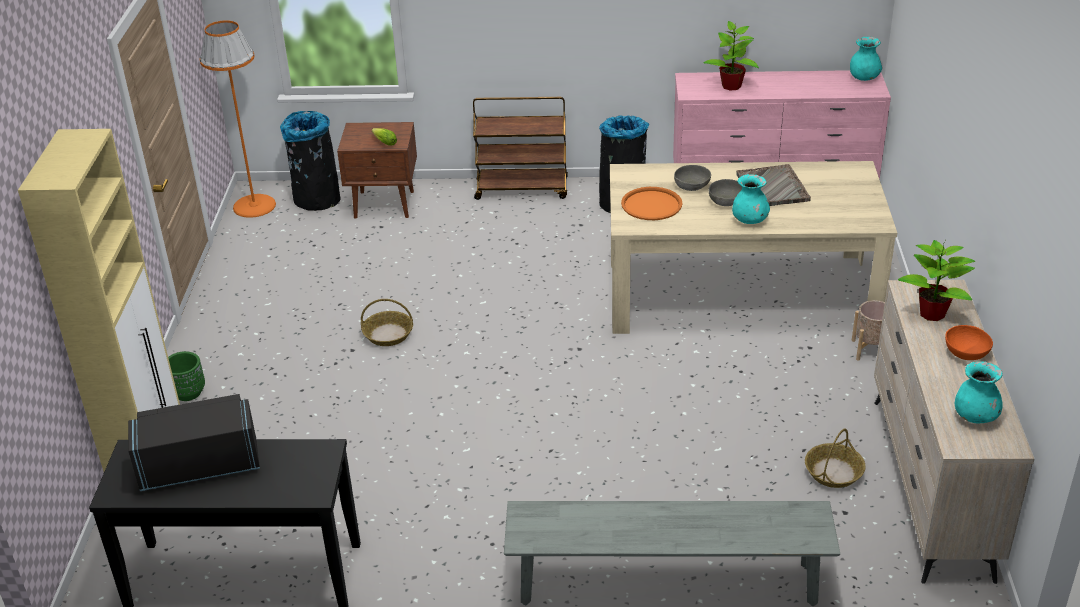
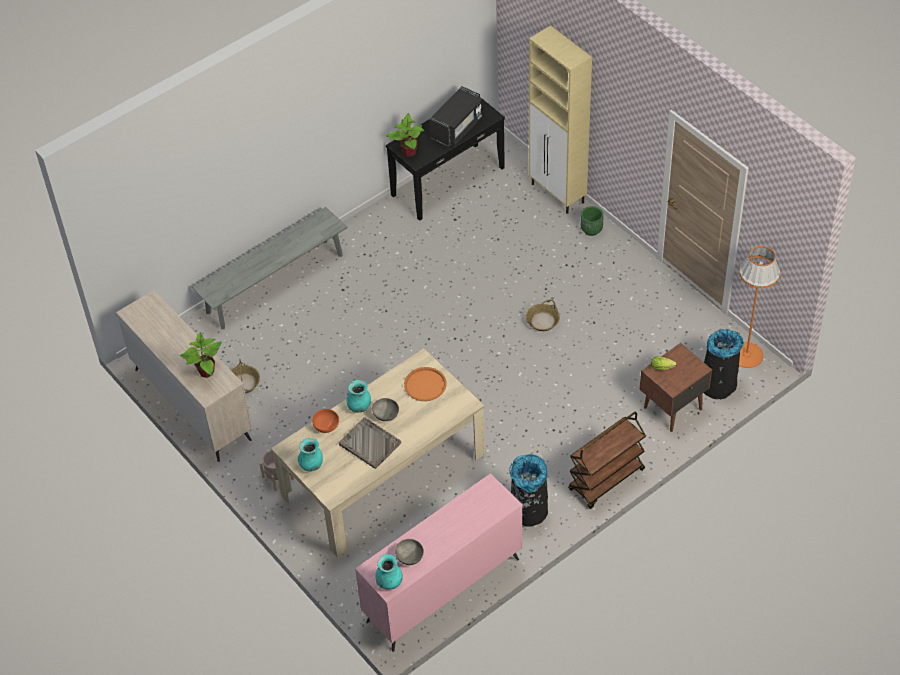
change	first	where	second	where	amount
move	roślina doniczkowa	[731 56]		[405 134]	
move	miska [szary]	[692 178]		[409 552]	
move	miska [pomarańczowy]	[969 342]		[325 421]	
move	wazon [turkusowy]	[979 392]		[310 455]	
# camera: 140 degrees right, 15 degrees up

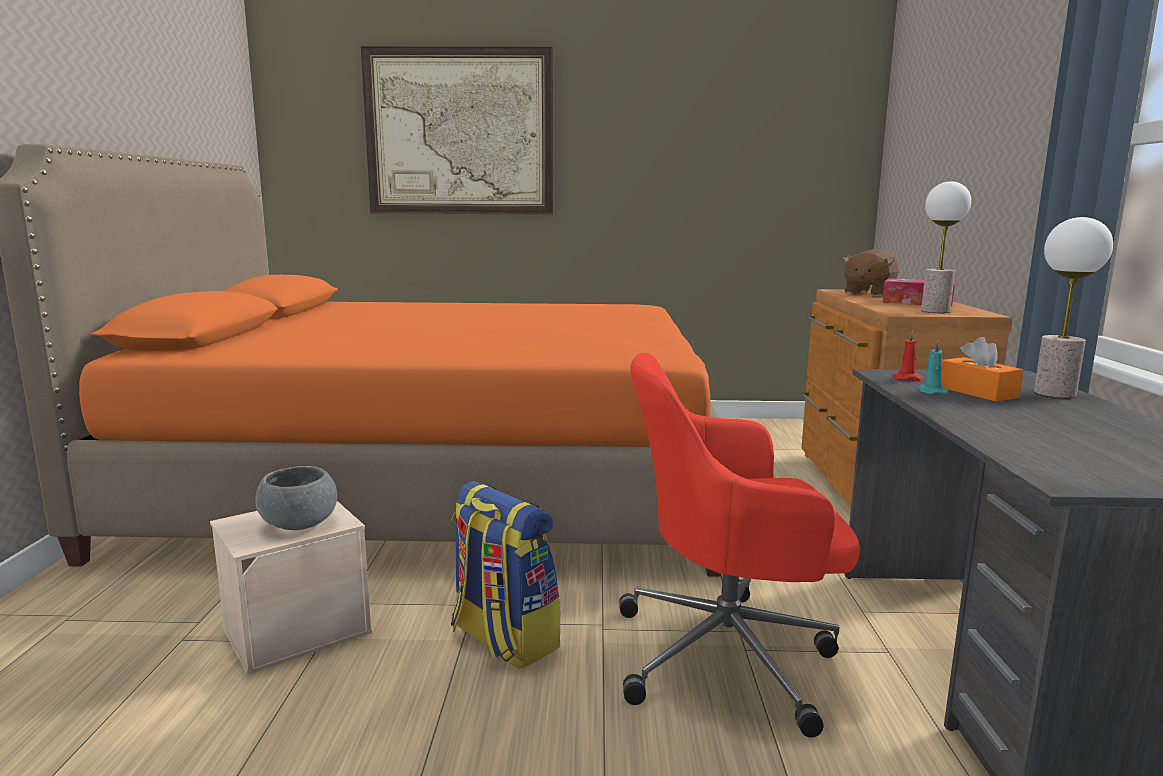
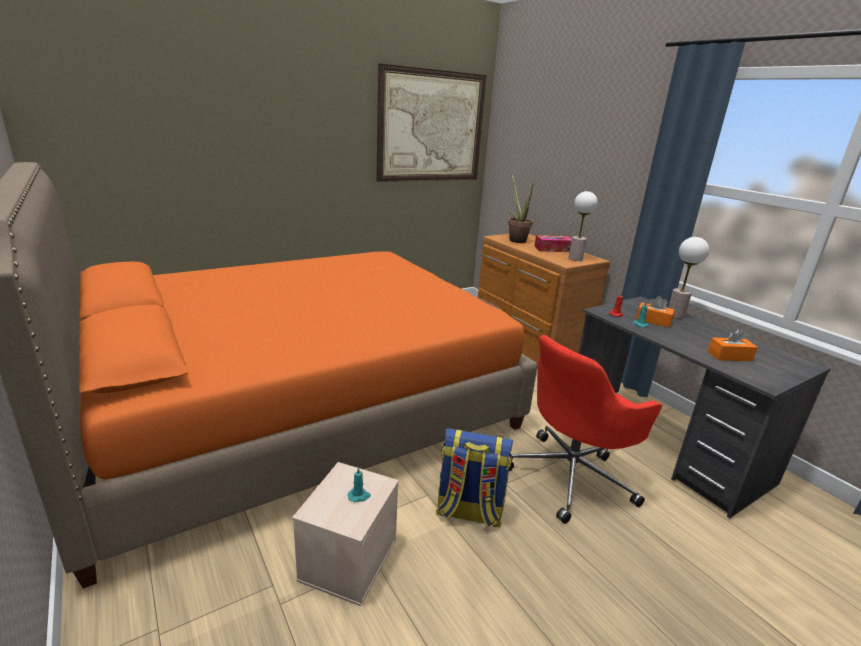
change	first	where	second	where	amount
move	obraz	[457 130]		[431 122]	
replace	pluszak [brązowy]	[870 272]	roślina doniczkowa	[520 208]	
replace	miska [szary]	[296 498]	świeca [turkusowy]	[359 484]	
insert			pudełko chusteczek [pomarańczowy]	[733 345]	
# camera: 35 degrees left, 10 degrees up

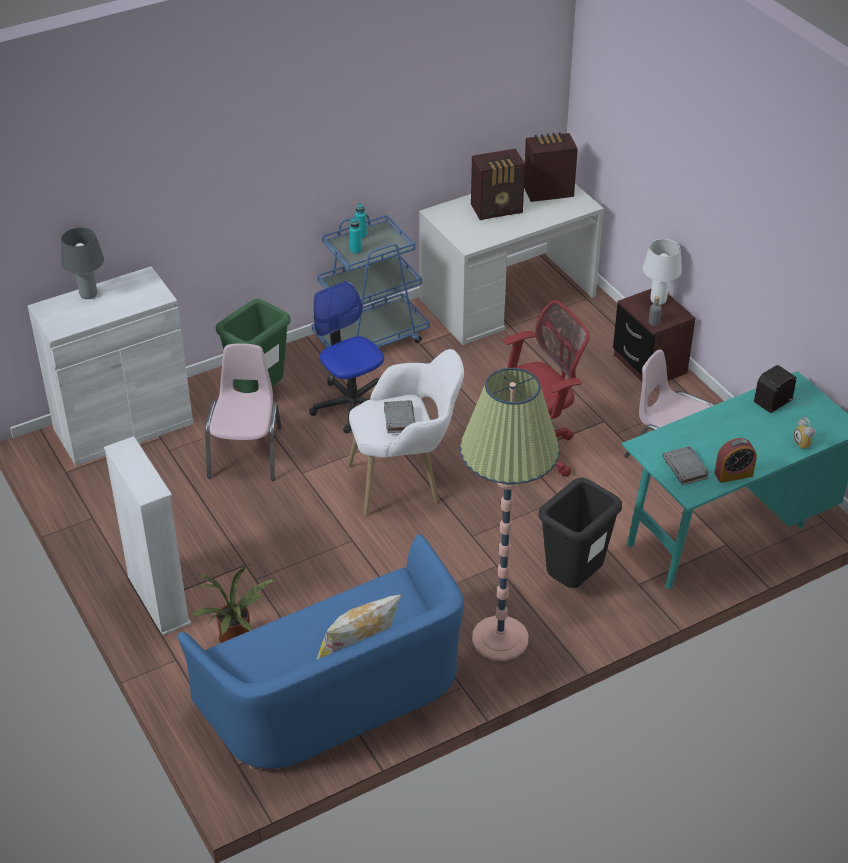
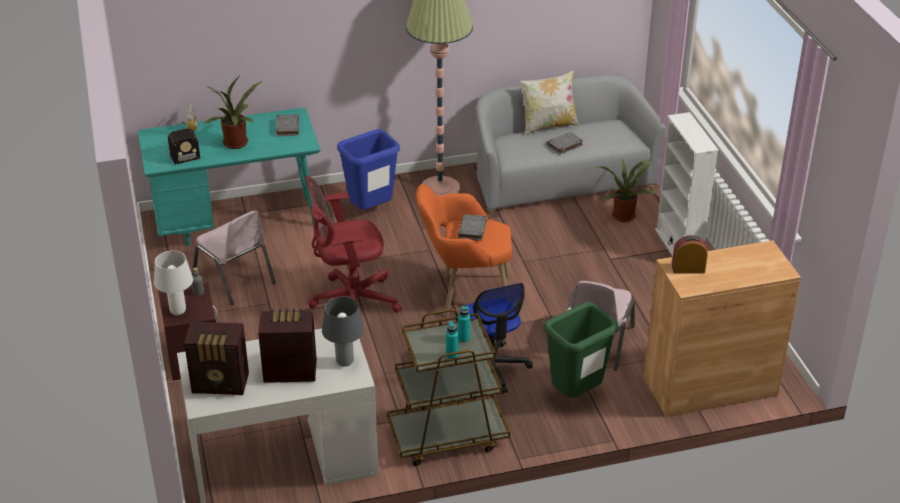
change	first	where	second	where	amount
recolor	wózek [niebieski]	[370 280]	wózek [brązowy]	[448 387]	
move	lampa stołowa [szary]	[82 263]		[343 331]	
recolor	szafka [biały]	[110 366]	szafka [brązowy]	[722 328]	
recolor	fotel [biały]	[405 432]	fotel [pomarańczowy]	[464 250]	
move	budzik	[735 460]		[690 254]	
recolor	kosz na śmieci [czarny]	[580 533]	kosz na śmieci [niebieski]	[368 169]	
recolor	kanapa [niebieski]	[320 652]	kanapa [szary]	[571 143]	
insert			roślina doniczkowa	[233 113]	
insert			książka [szary]	[564 143]	
# camera: 165 degrees left, 5 degrees down

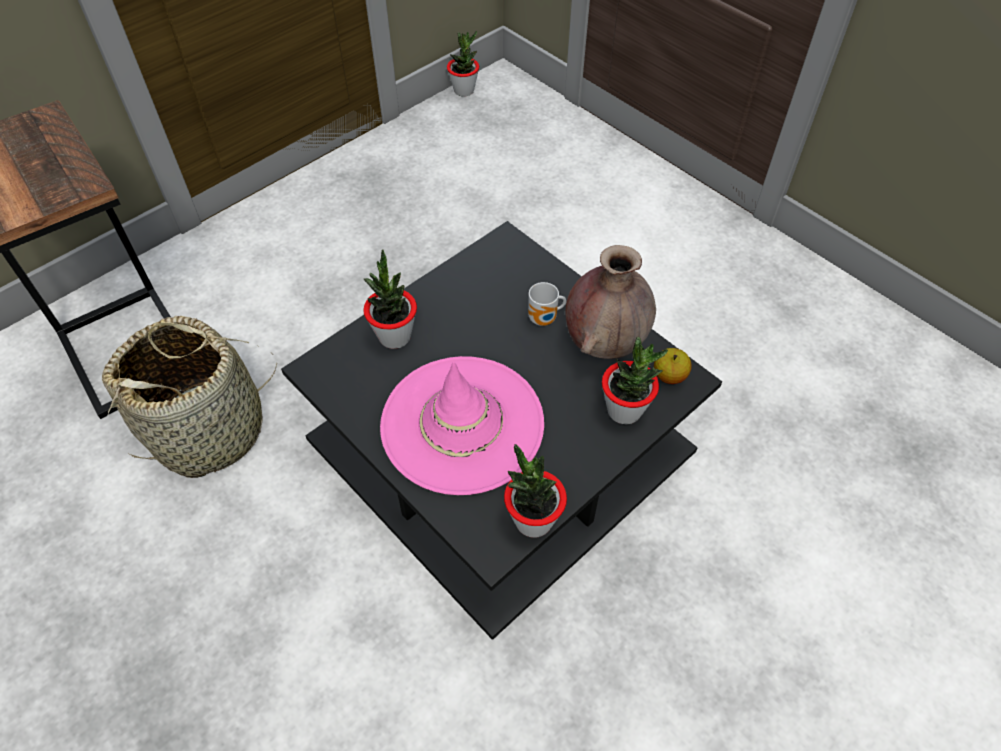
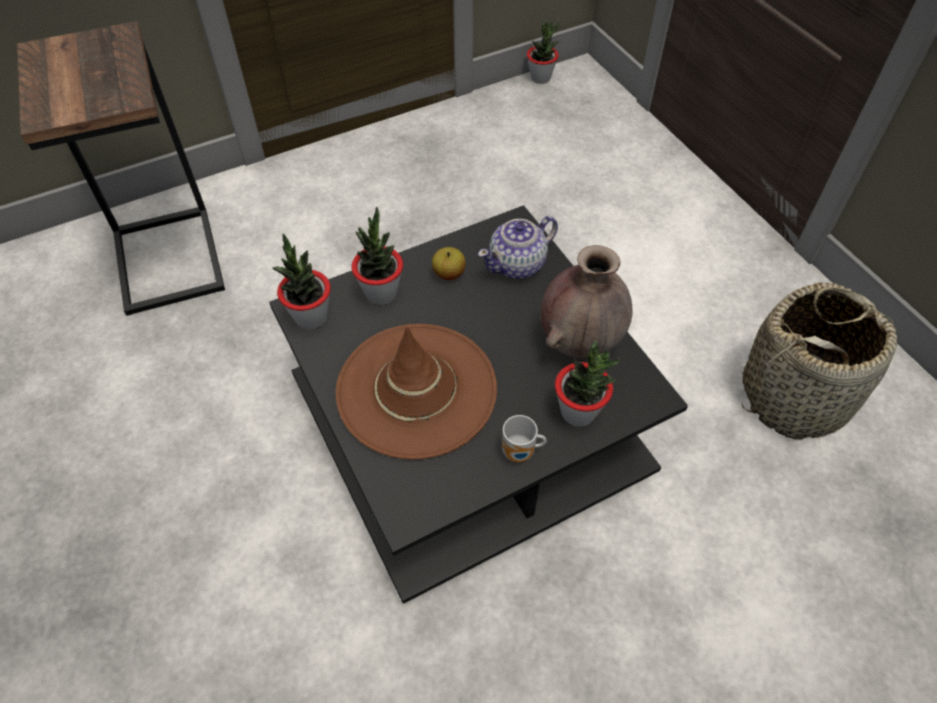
change	first	where	second	where	amount
move	kubek	[547 304]		[524 438]	
move	koszyk	[189 397]		[819 361]	
move	jabłko	[672 366]		[449 263]	
recolor	kapelusz [różowy]	[462 425]	kapelusz [brązowy]	[416 392]	
move	roślina doniczkowa	[535 491]		[302 281]	
insert			imbryk	[518 247]	
# camera: 15 degrees right, 0 degrees up

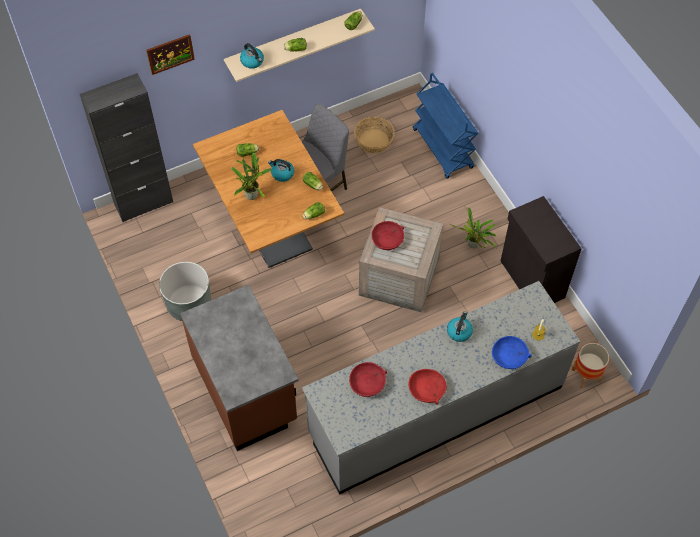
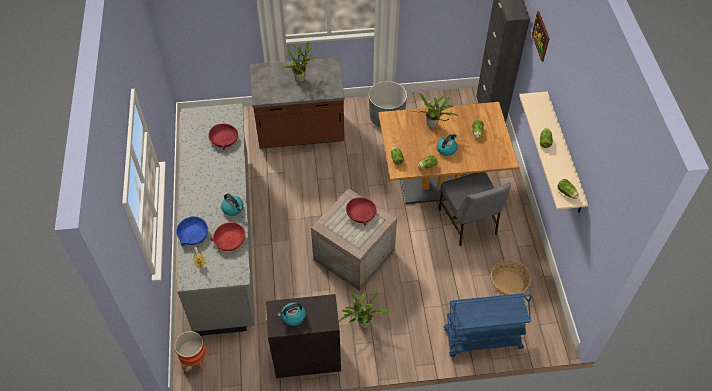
change	first	where	second	where	amount
move	czajnik	[252 56]		[292 314]	
move	miska [czerwony]	[427 387]		[227 236]	
insert			roślina doniczkowa	[299 62]	
# camera: 110 degrees right, 5 degrees down

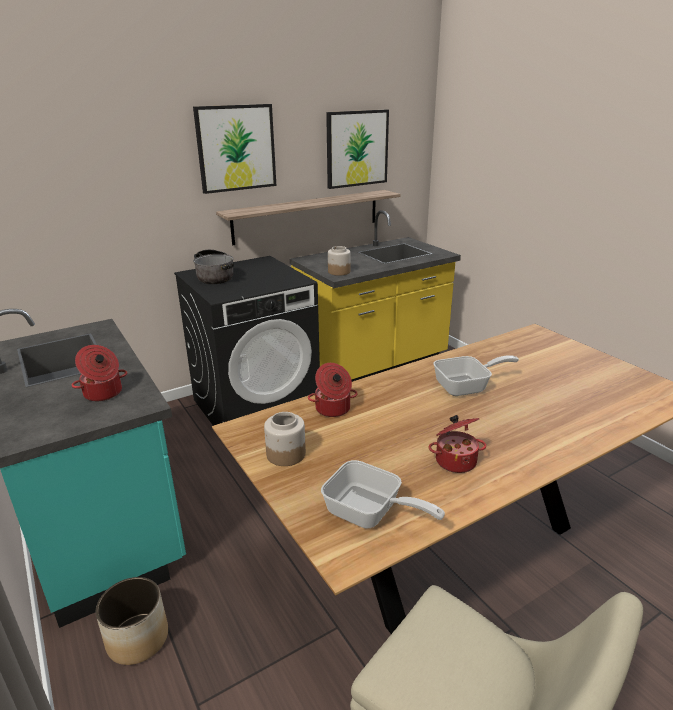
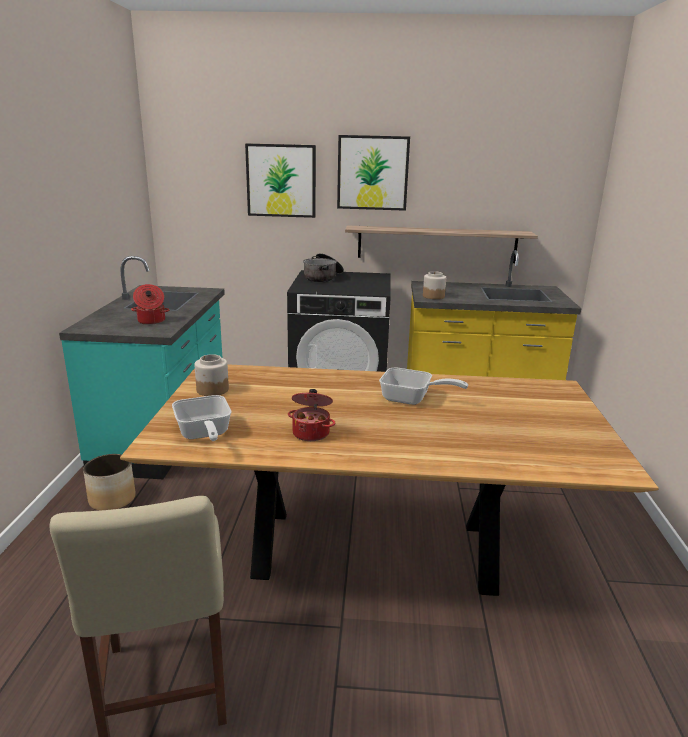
change	first	where	second	where	amount
move	obraz	[357 149]		[280 180]	
delete	garnek	[333 390]			
# camera: 35 degrees right, 5 degrees down

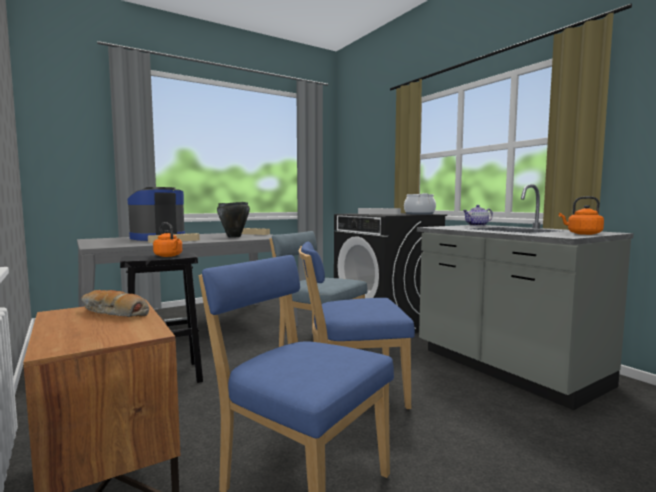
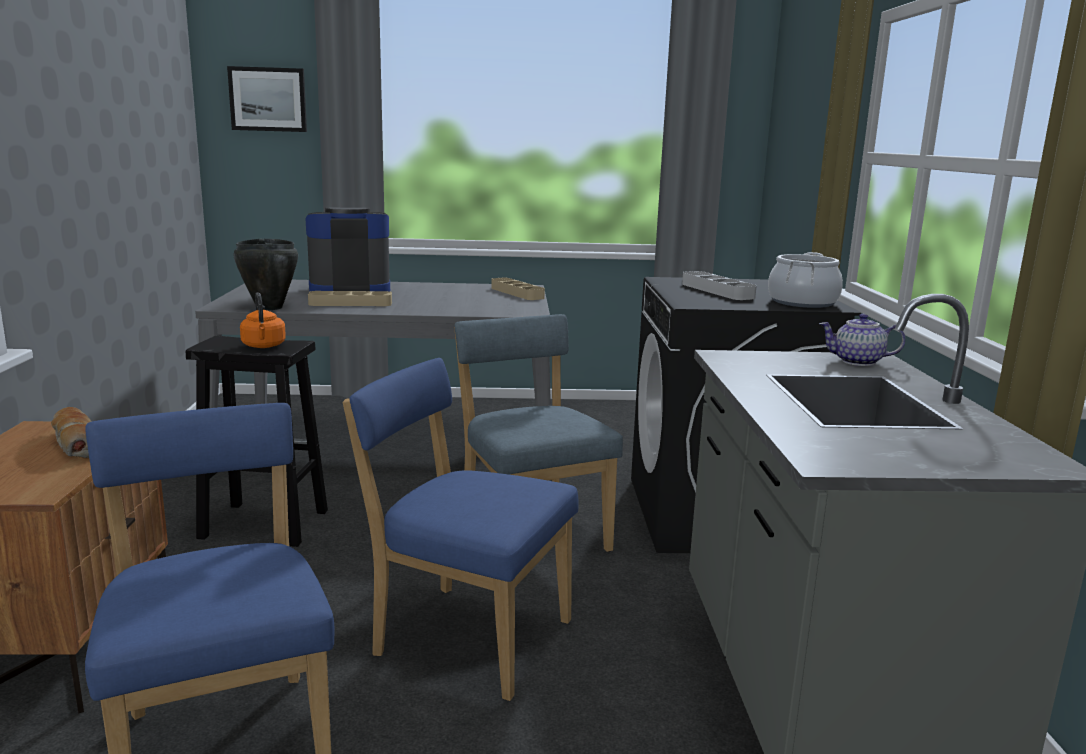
change	first	where	second	where	amount
delete	czajnik [pomarańczowy]	[581 215]			
move	garnek [czarny]	[233 219]		[266 274]	
insert			obraz	[267 99]	
# camera: 30 degrees right, 10 degrees up

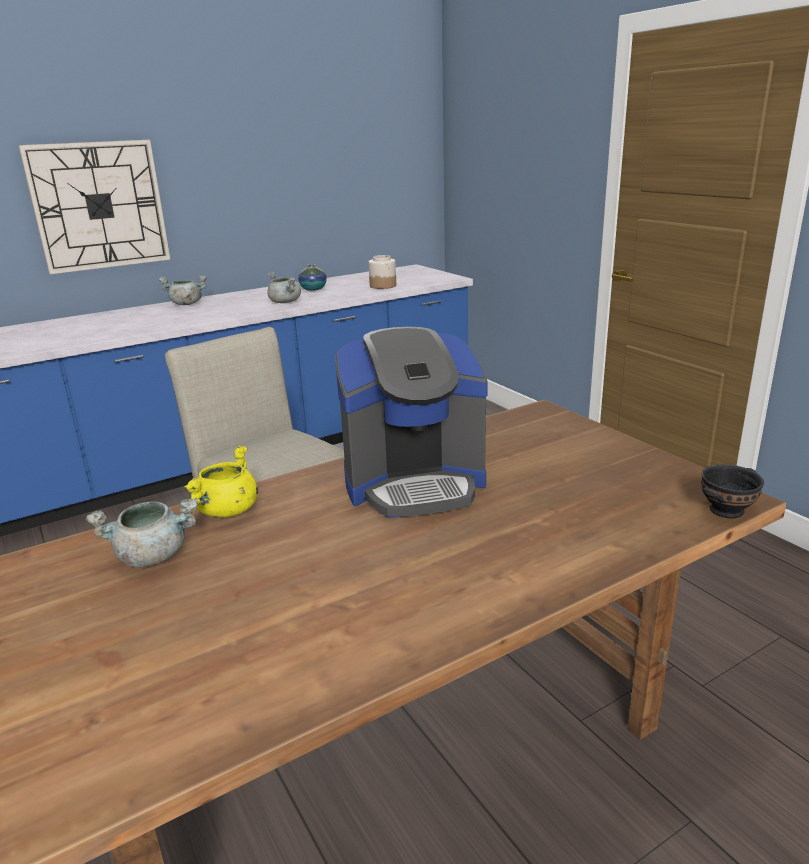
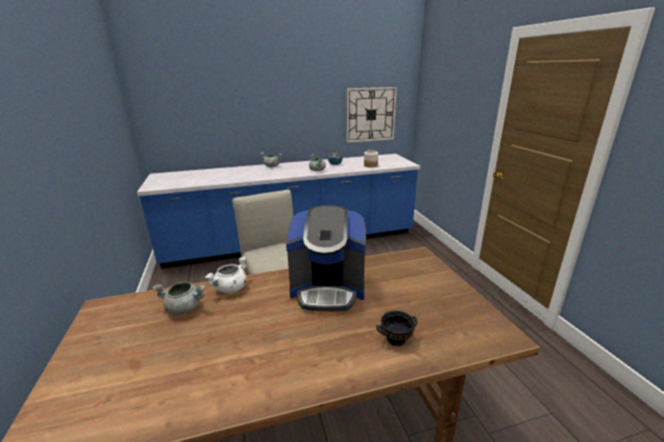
change	first	where	second	where	amount
move	zegar ścienny	[94 207]		[372 115]	
recolor	garnek [żółty]	[221 481]	garnek [biały]	[226 274]	
move	miska [czarny]	[732 491]		[397 328]	
# camera: 15 degrees right, 0 degrees up

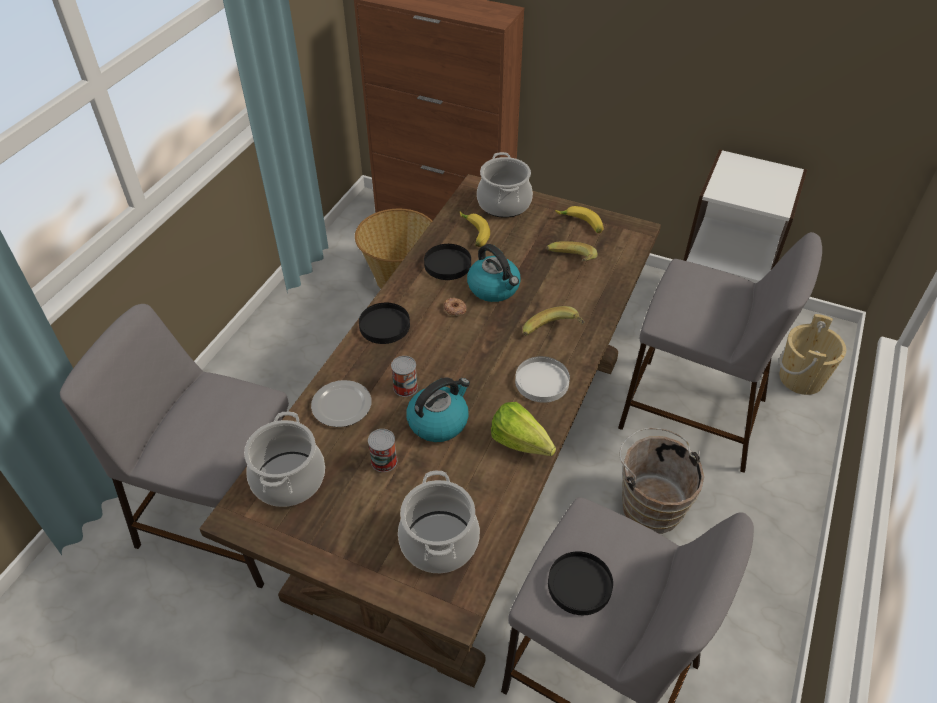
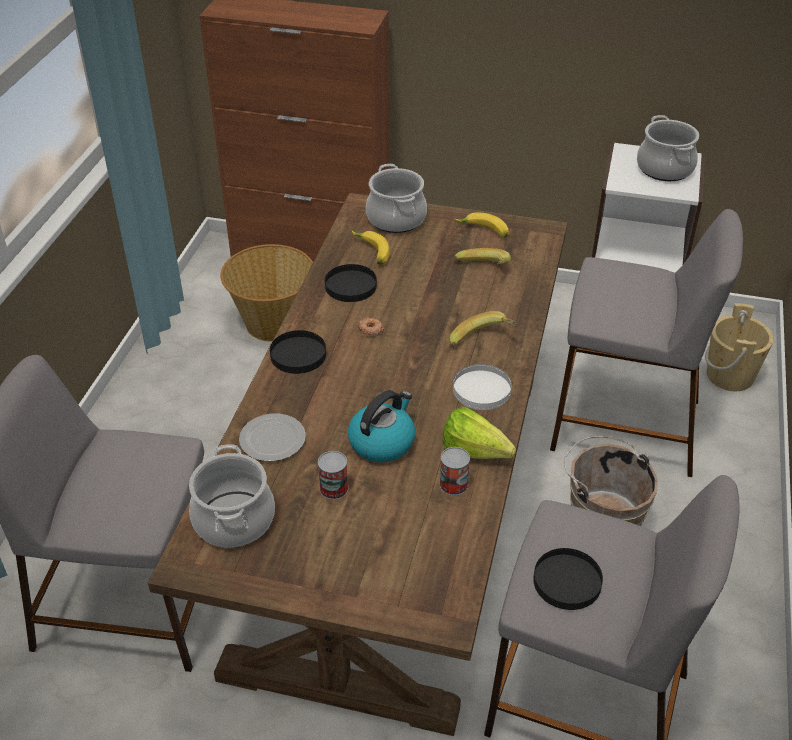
change	first	where	second	where	amount
delete	czajnik	[494 273]			
move	puszka	[404 376]		[455 471]	
move	garnek	[439 522]		[668 148]	
# camera: 10 degrees left, 5 degrees down

